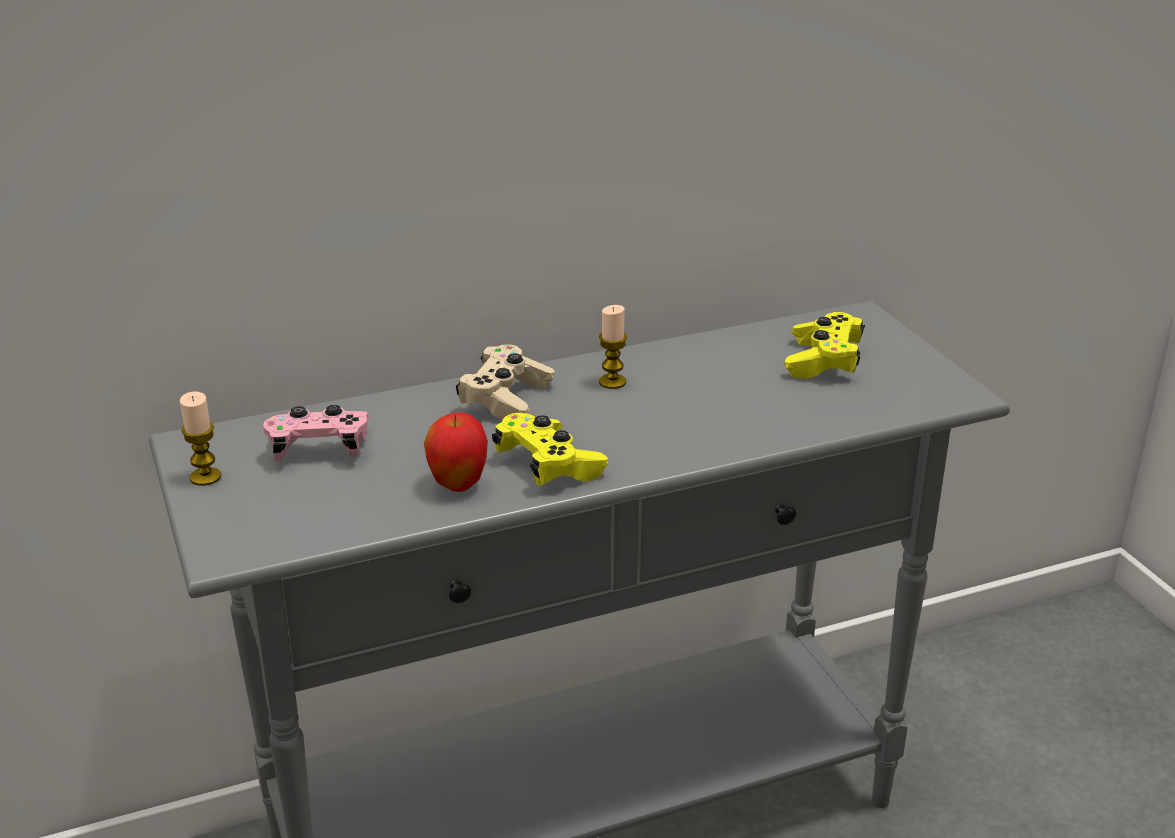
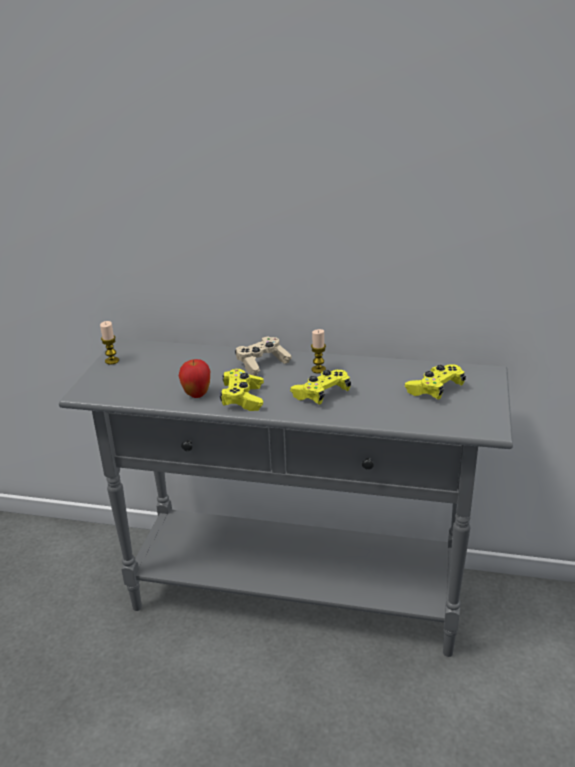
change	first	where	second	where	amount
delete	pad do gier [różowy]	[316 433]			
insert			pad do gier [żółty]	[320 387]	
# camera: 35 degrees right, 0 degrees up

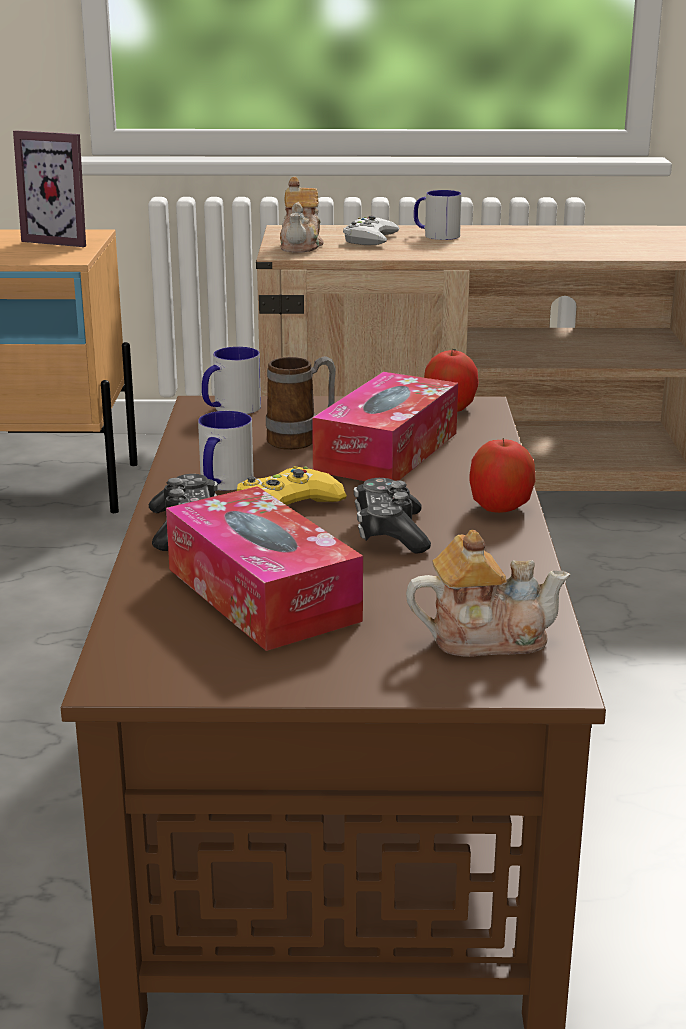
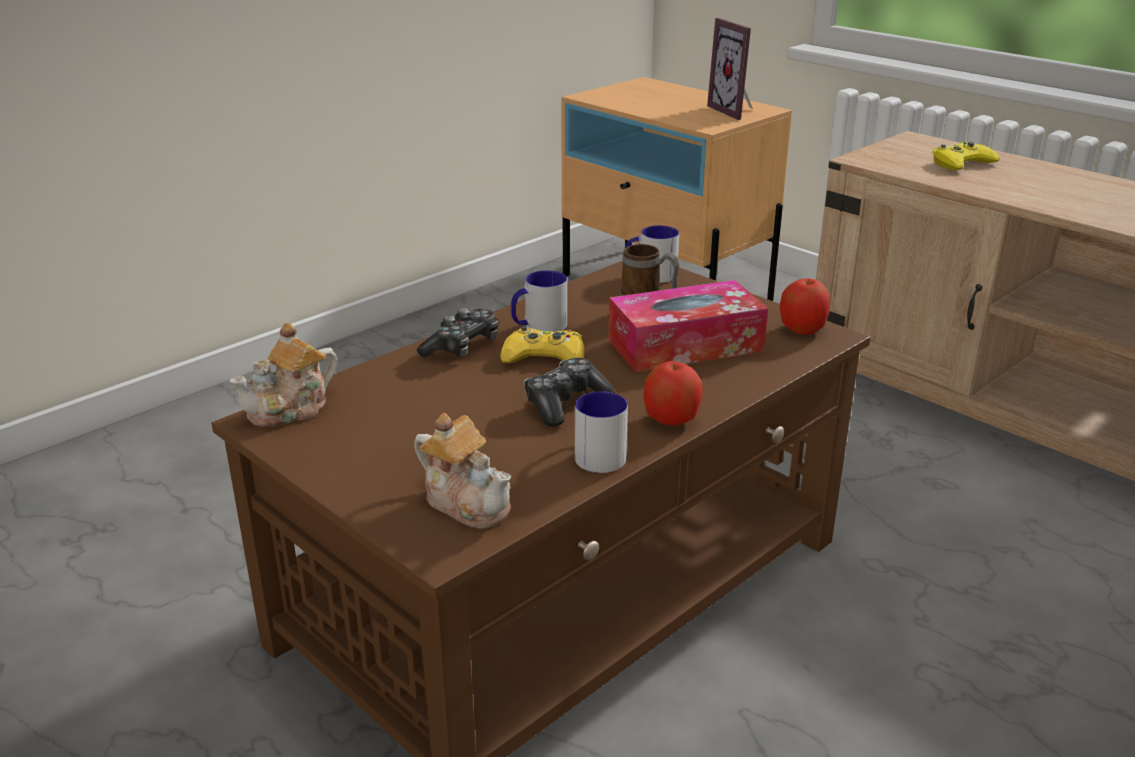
change	first	where	second	where	amount
move	imbryk	[302 215]		[283 375]	
move	kubek	[438 215]		[601 432]	
recolor	pad do gier [biały]	[371 230]	pad do gier [żółty]	[966 156]	
delete	pudełko chusteczek	[264 568]			
# camera: 45 degrees right, 5 degrees up

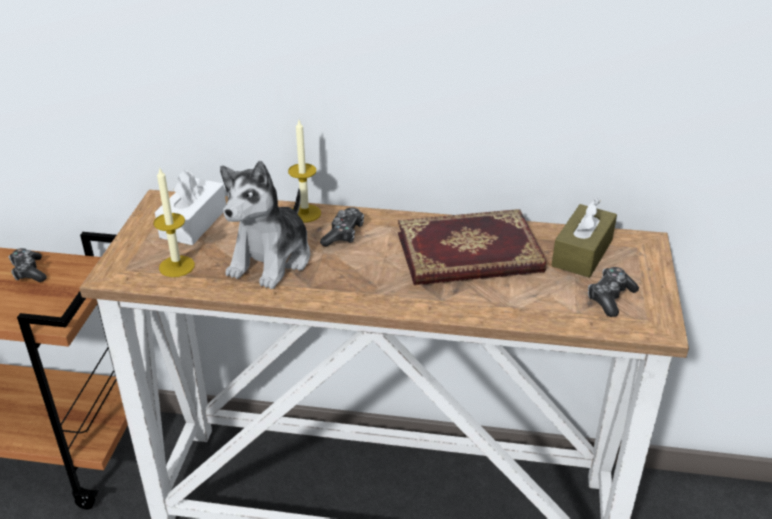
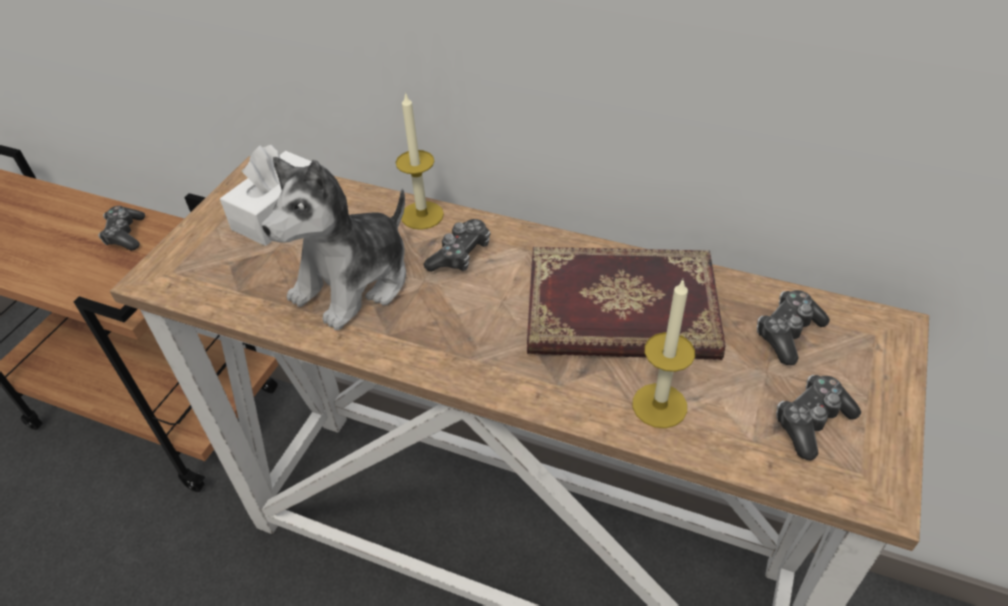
change	first	where	second	where	amount
move	świeca	[174 222]		[663 354]	
replace	pudełko chusteczek [brązowy]	[584 238]	pad do gier	[793 327]	
# camera: 15 degrees right, 10 degrees up

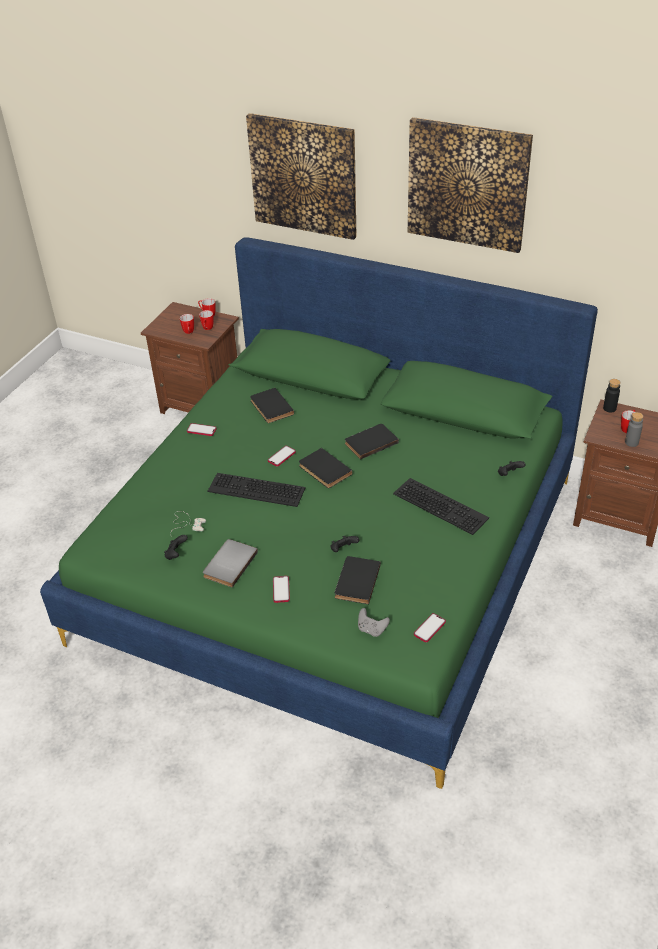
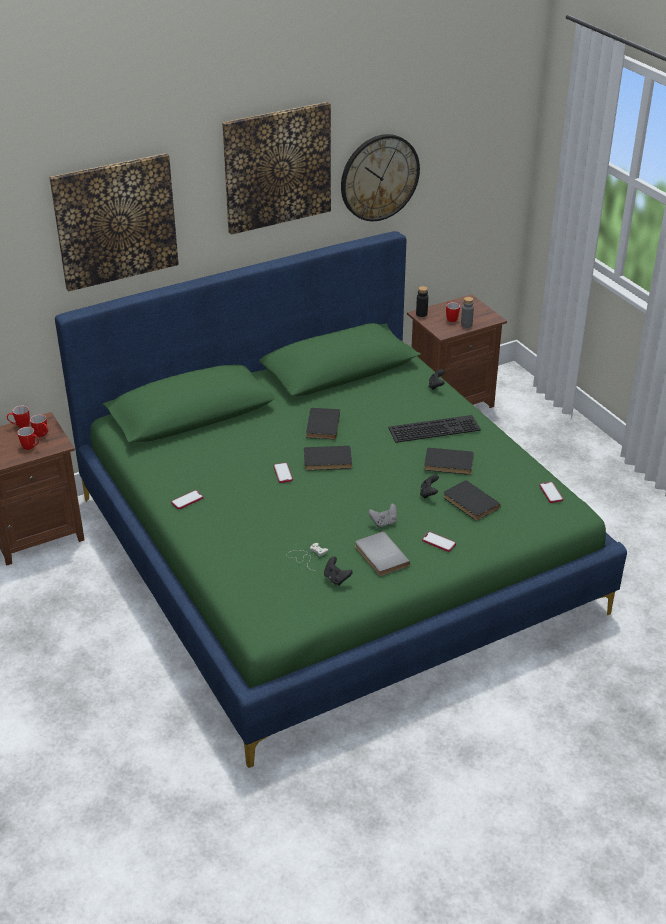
change	first	where	second	where	amount
move	książka [czarny]	[272 405]		[449 461]	
delete	klawiatura	[256 490]			
move	pad do gier [szary]	[374 622]		[382 515]	
insert			zegar ścienny	[380 177]	
# camera: 55 degrees left, 5 degrees down

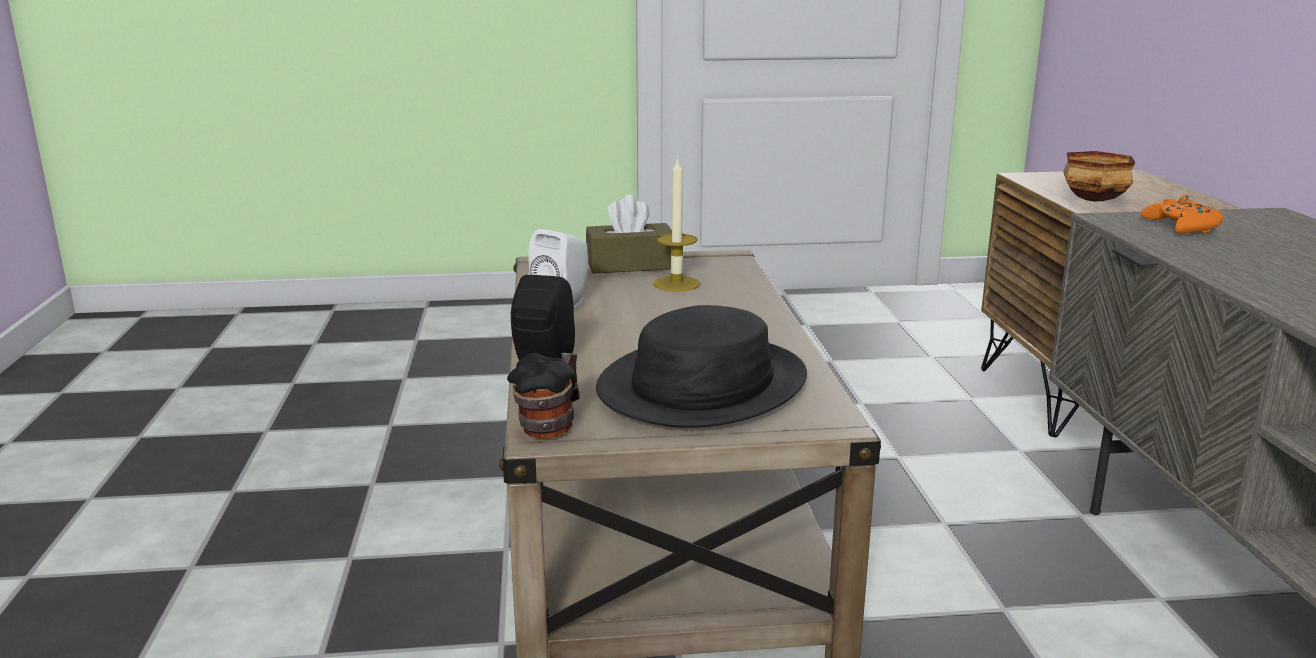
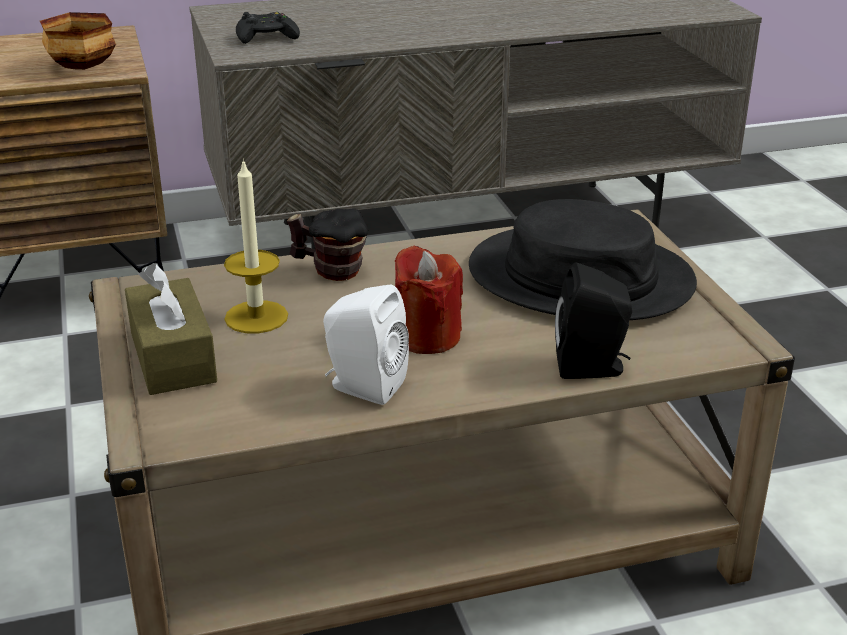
change	first	where	second	where	amount
recolor	pad do gier [pomarańczowy]	[1182 214]	pad do gier [czarny]	[268 28]	
move	kubek	[543 396]		[327 245]	
insert			świeca [czerwony]	[429 300]	
# camera: 100 degrees left, 10 degrees up

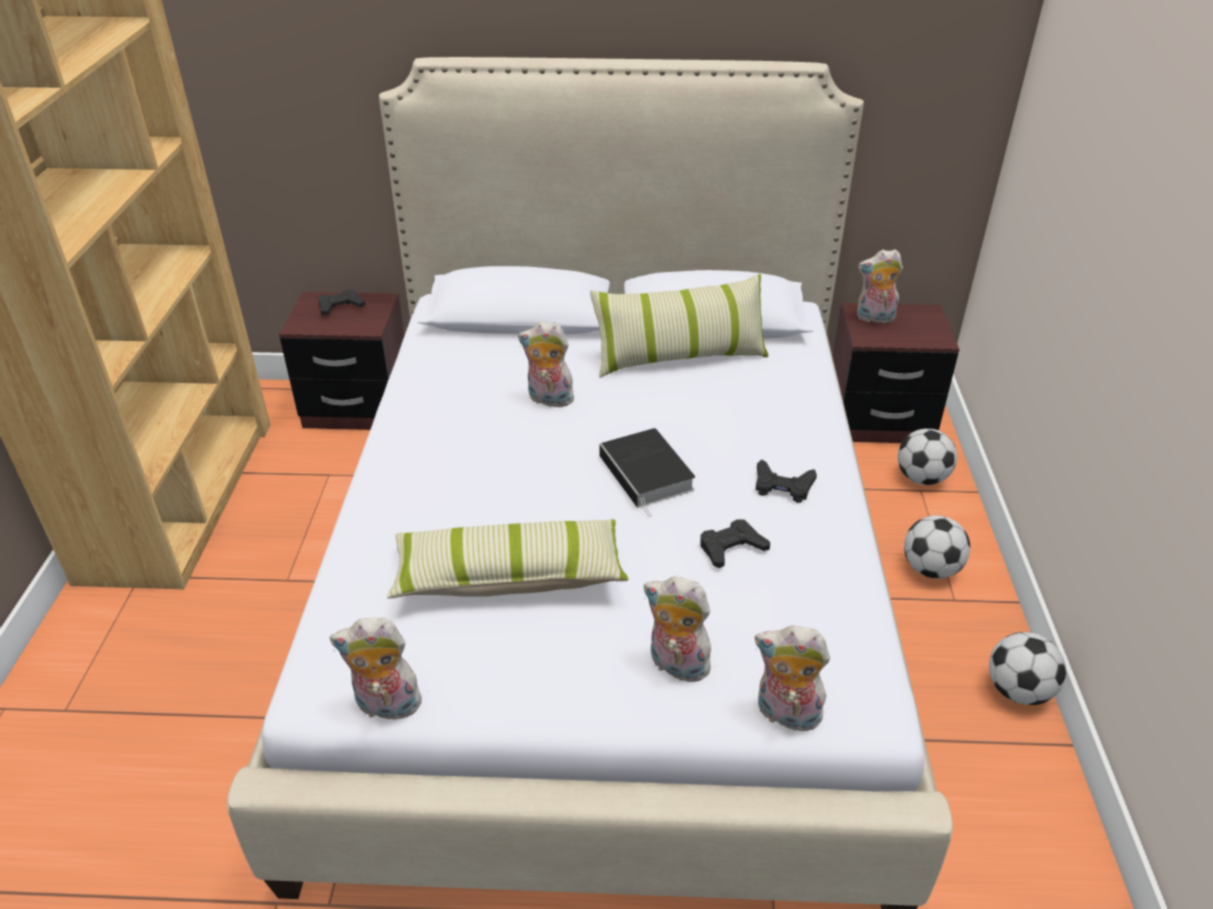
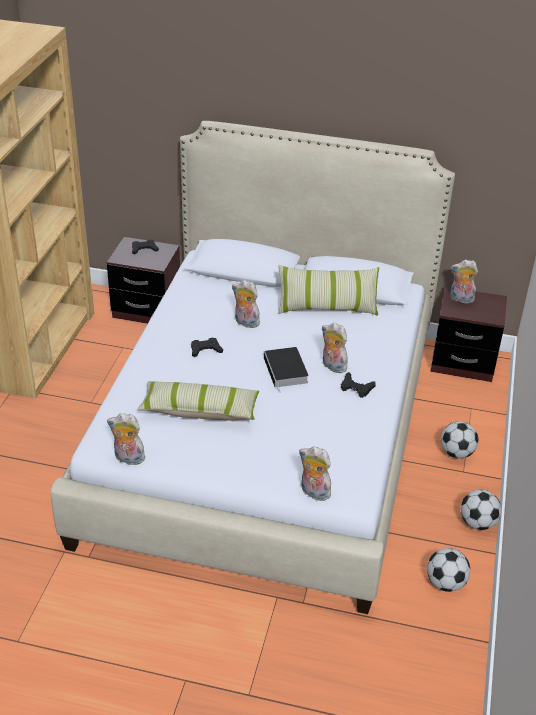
change	first	where	second	where	amount
move	piłka futbolowa	[927 457]		[448 570]	
move	pad do gier [czarny]	[735 544]		[207 347]	
move	pluszak	[677 629]		[335 348]	
# camera: 10 degrees right, 0 degrees up

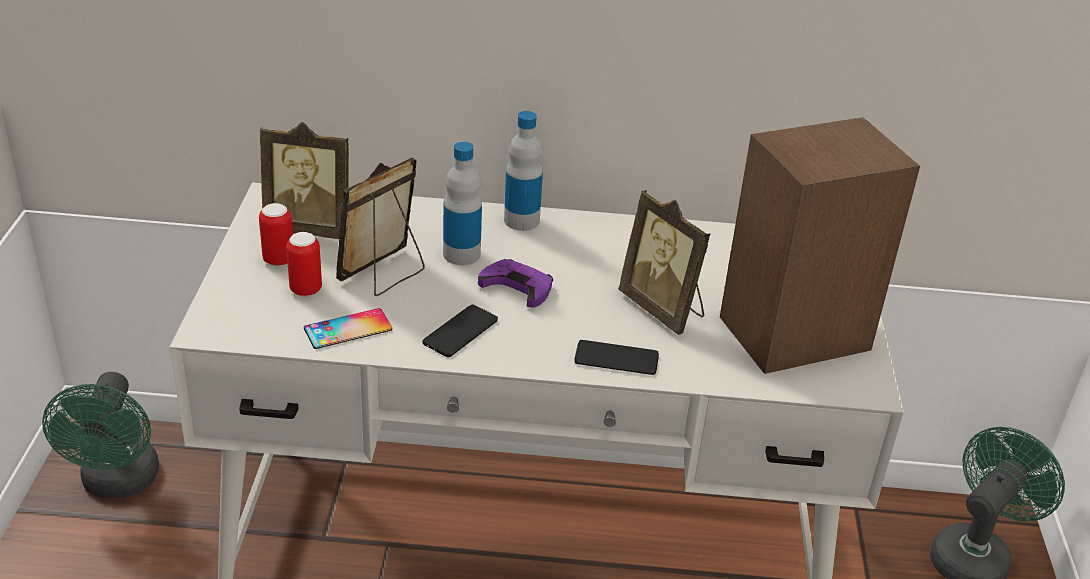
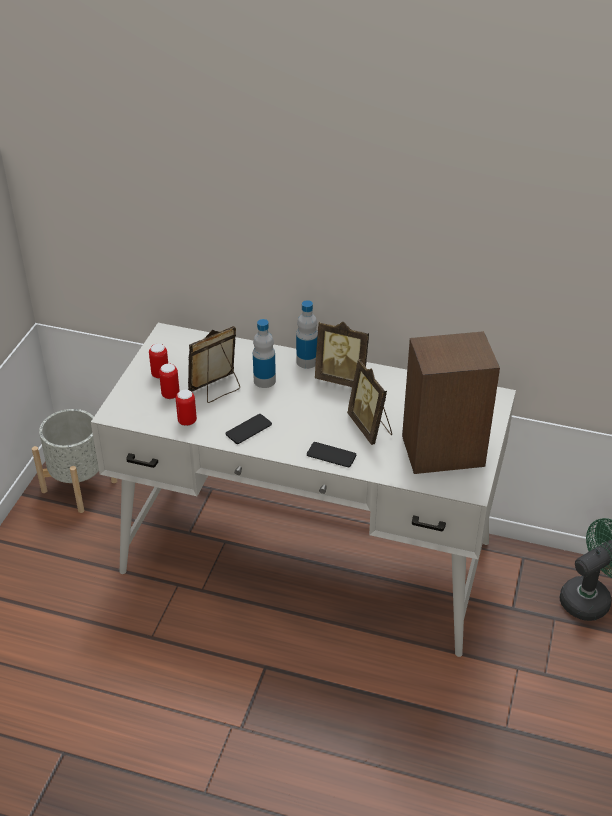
change	first	where	second	where	amount
move	ramka na zdjęcie	[304 180]		[342 354]	
delete	pad do gier [fioletowy]	[515 283]			
replace	telefon	[348 328]	puszka	[186 408]	
replace	wentylator [zielony]	[100 435]	donica [szary]	[74 461]	
# camera: 15 degrees right, 5 degrees up

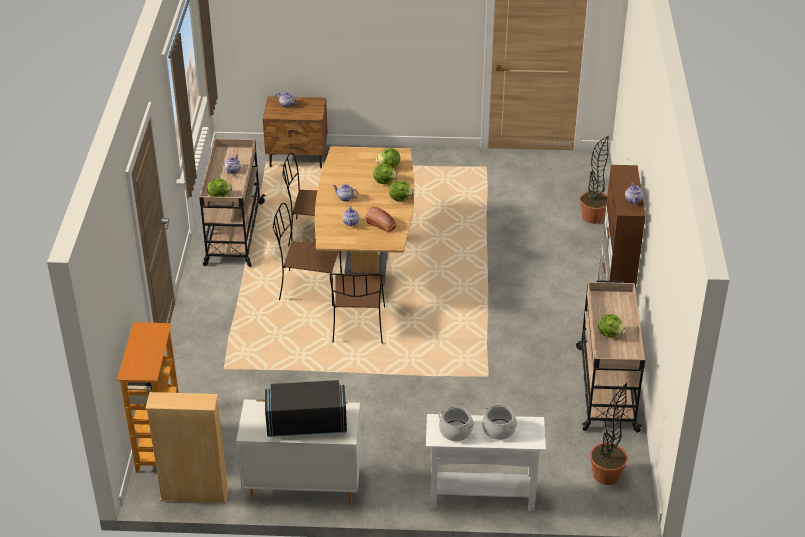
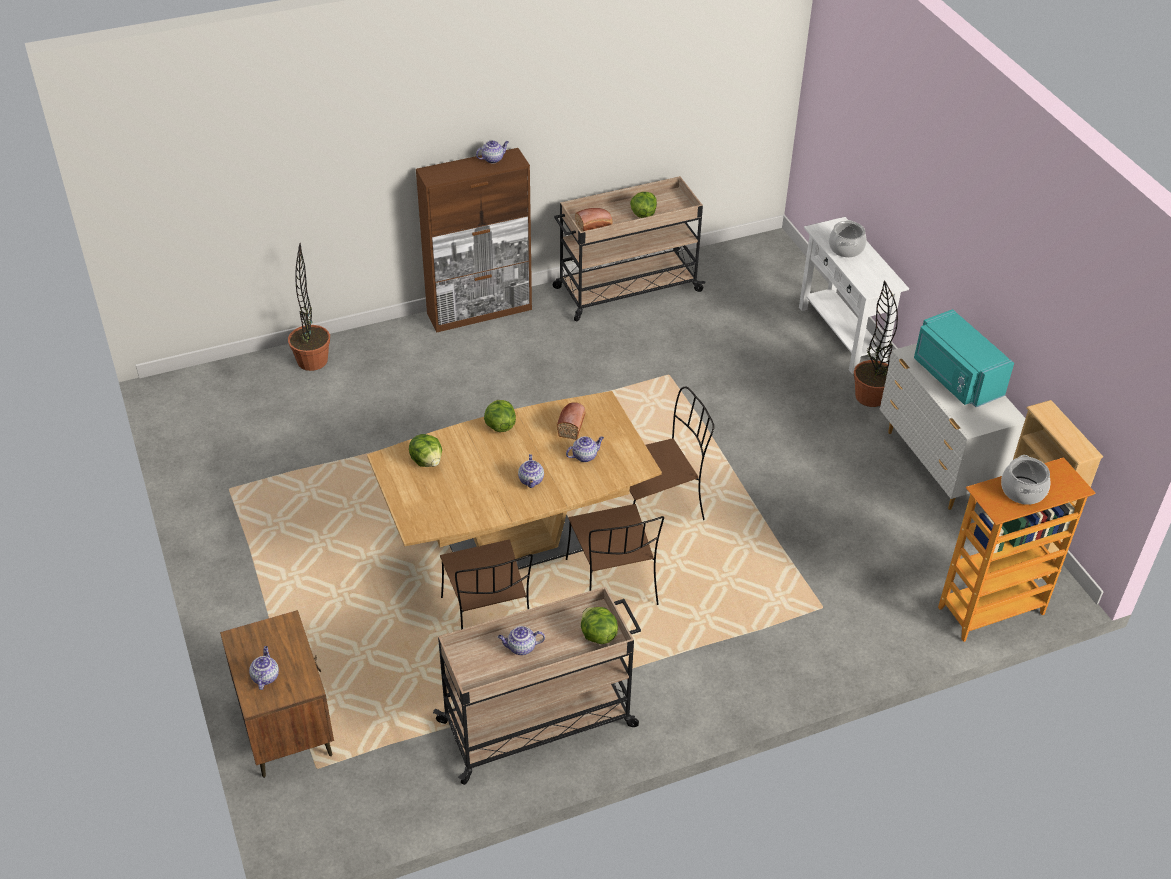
change	first	where	second	where	amount
delete	sałata	[385 174]			
recolor	mikrofalówka [czarny]	[306 408]	mikrofalówka [turkusowy]	[964 358]	
move	roślina doniczkowa	[609 433]		[876 343]	
move	garnek	[456 423]		[1026 480]	
insert			chleb	[594 220]	
# camera: 115 degrees left, 5 degrees up

